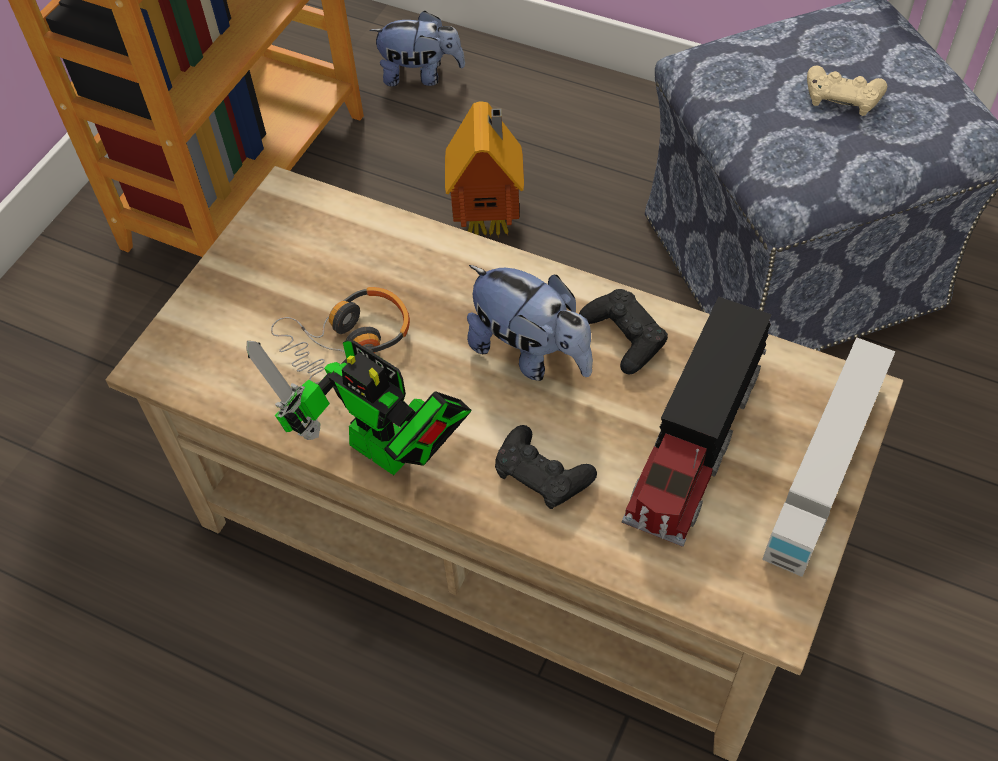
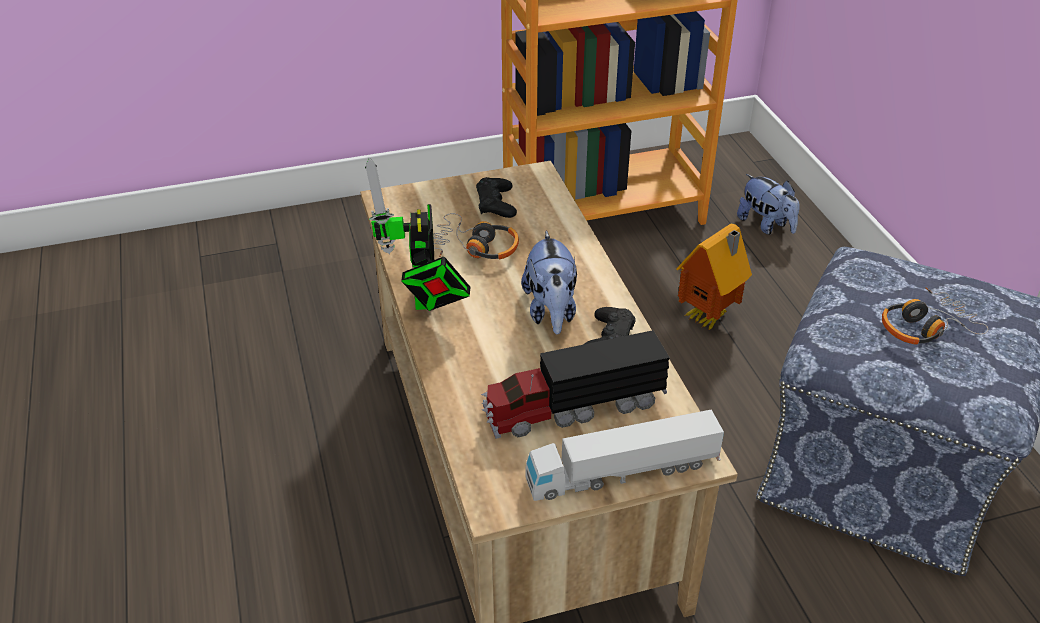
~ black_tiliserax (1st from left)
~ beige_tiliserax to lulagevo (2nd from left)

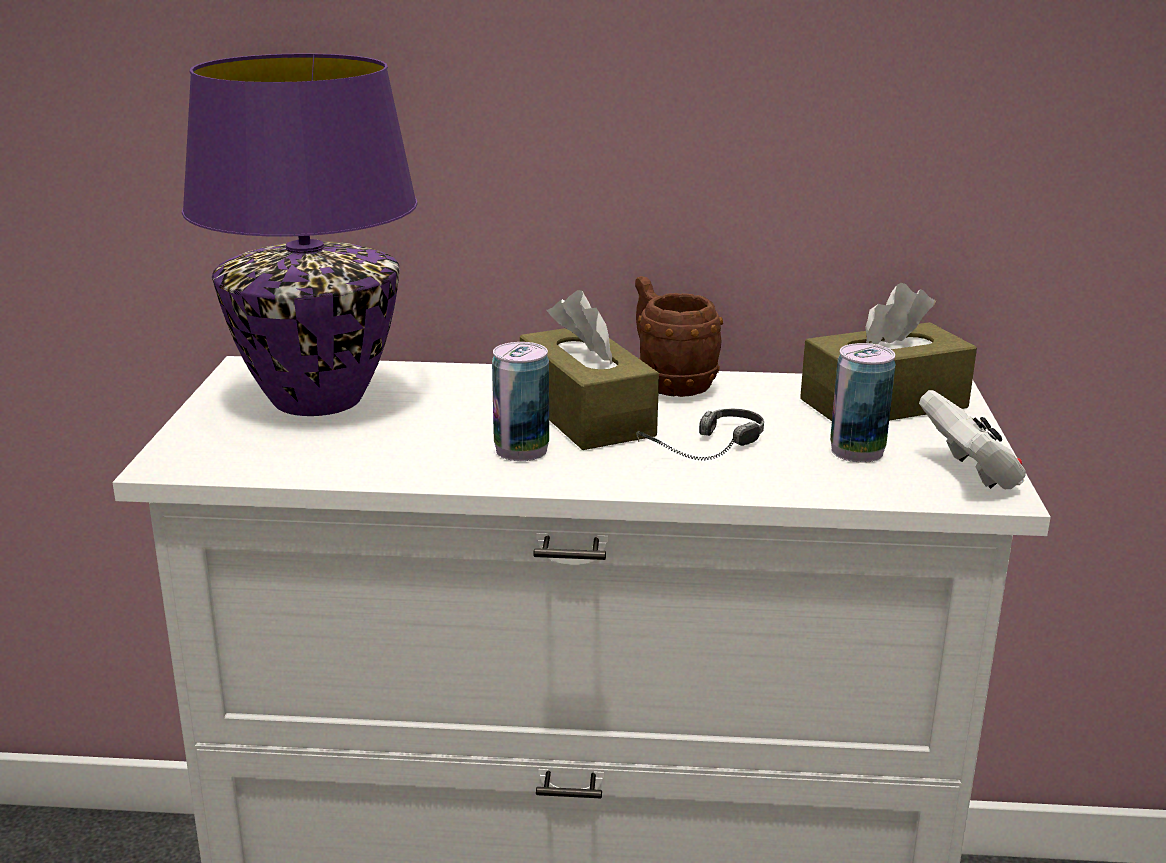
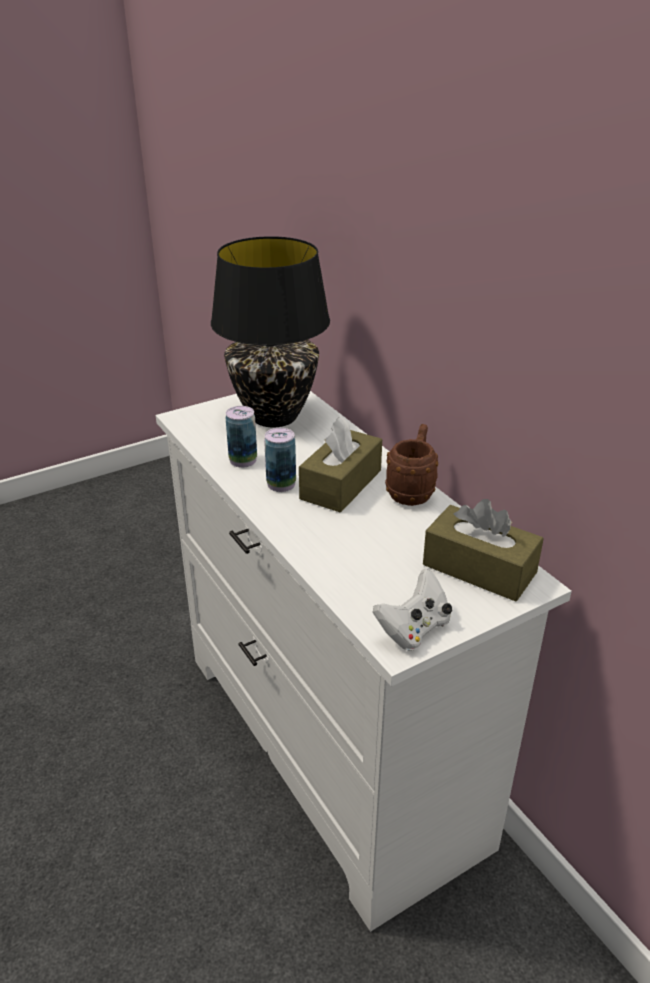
~ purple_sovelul to black_sovelul
- lulagevo
~ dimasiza (2nd from left in the first image) to dimasiza (1st from left)

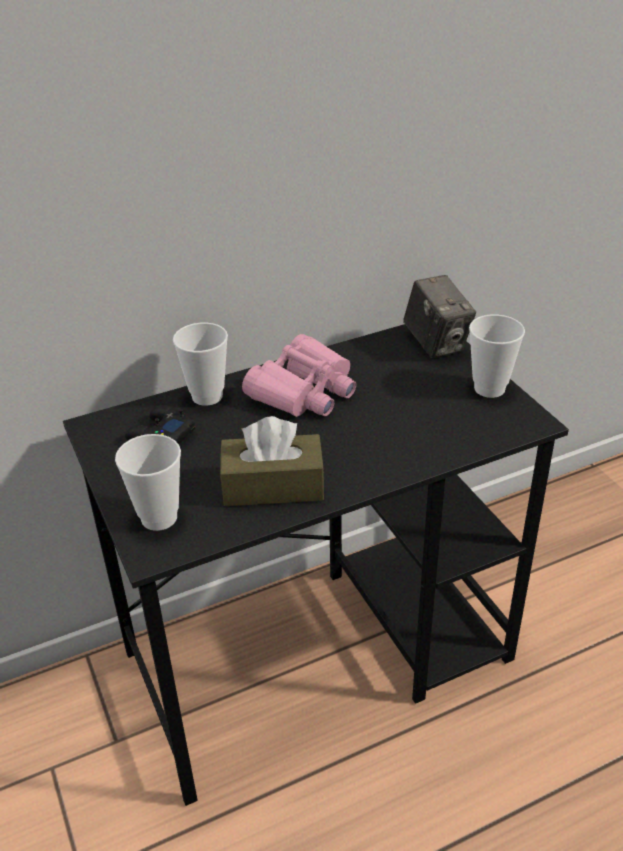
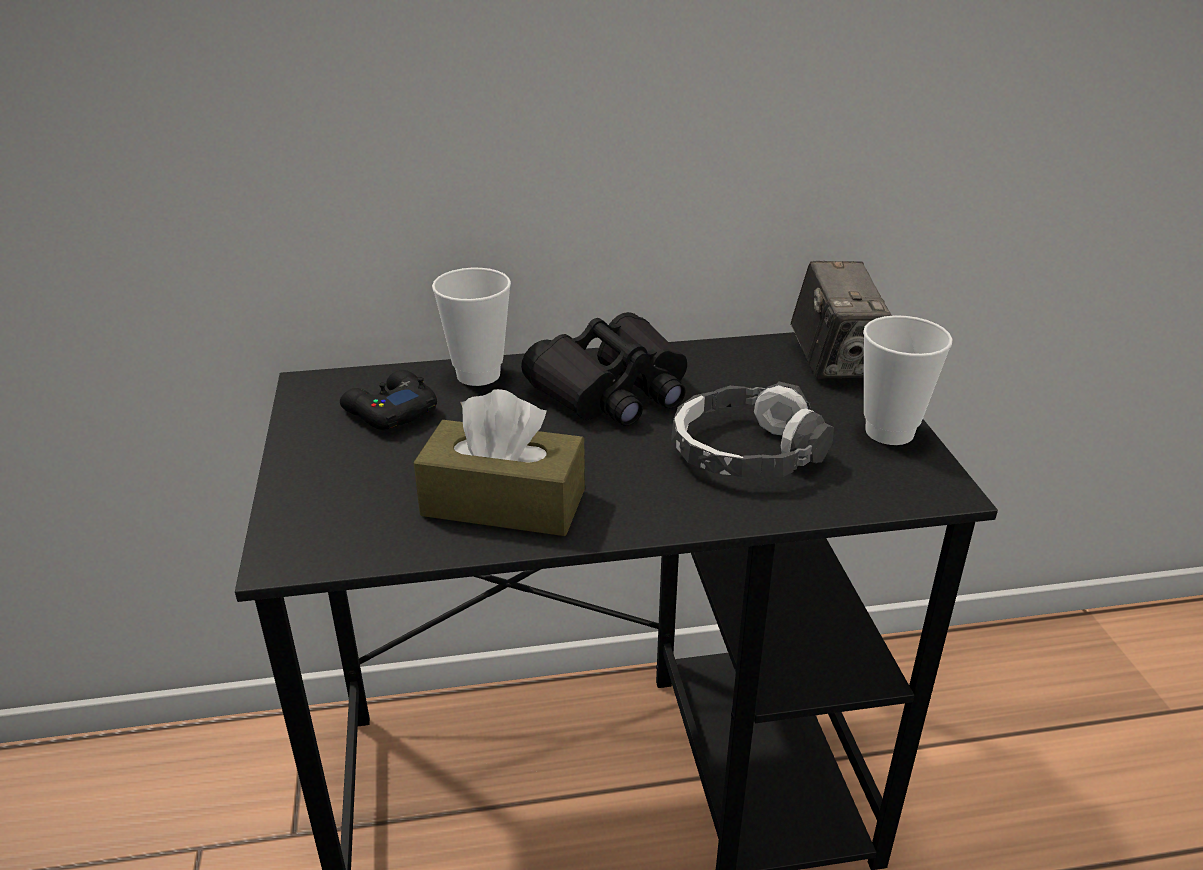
- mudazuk (1st from left)
~ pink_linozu to black_linozu
+ lulagevo

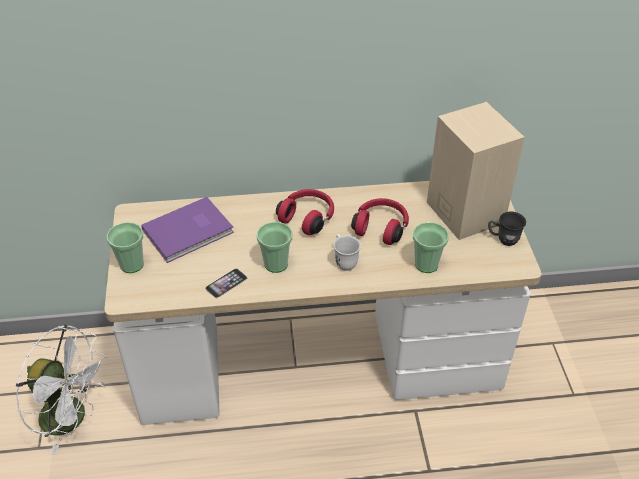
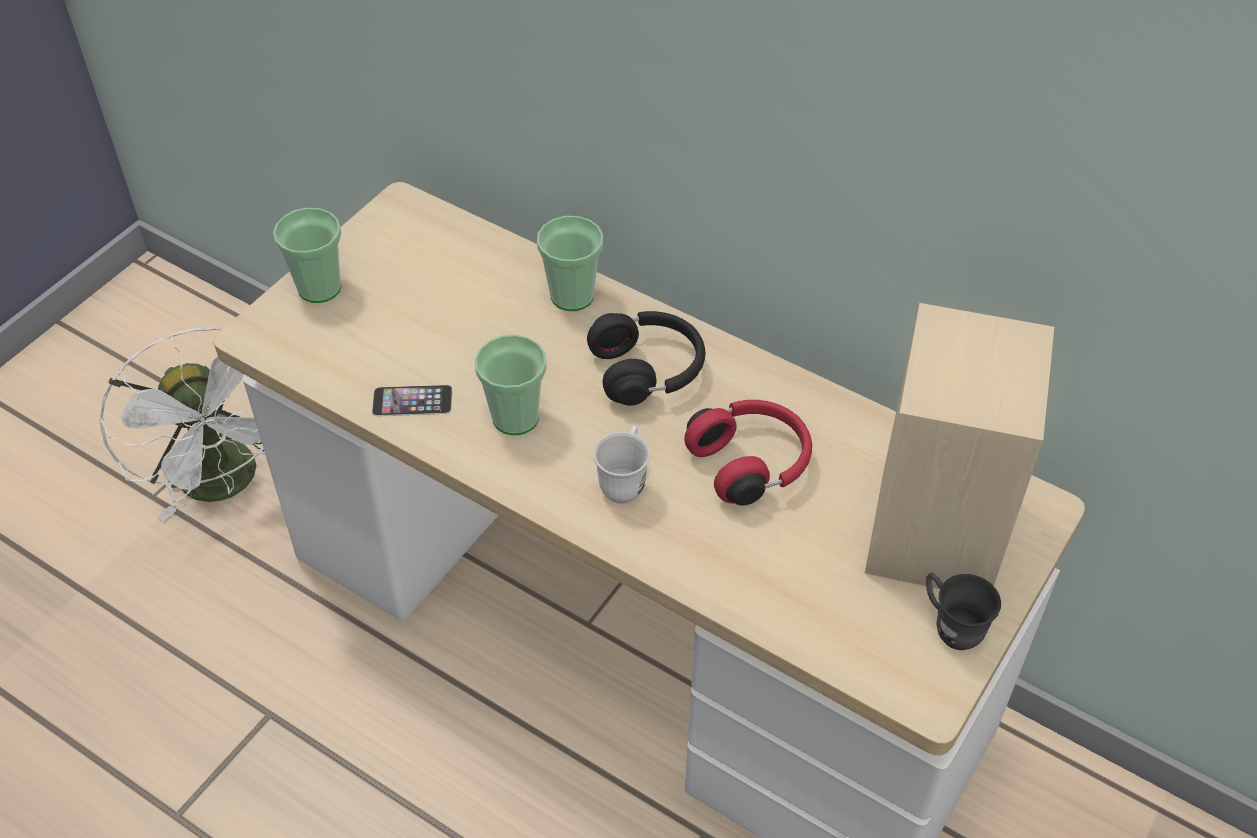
- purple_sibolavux
~ red_lulagevo (1st from left) to black_lulagevo
~ mudazuk (3rd from left)

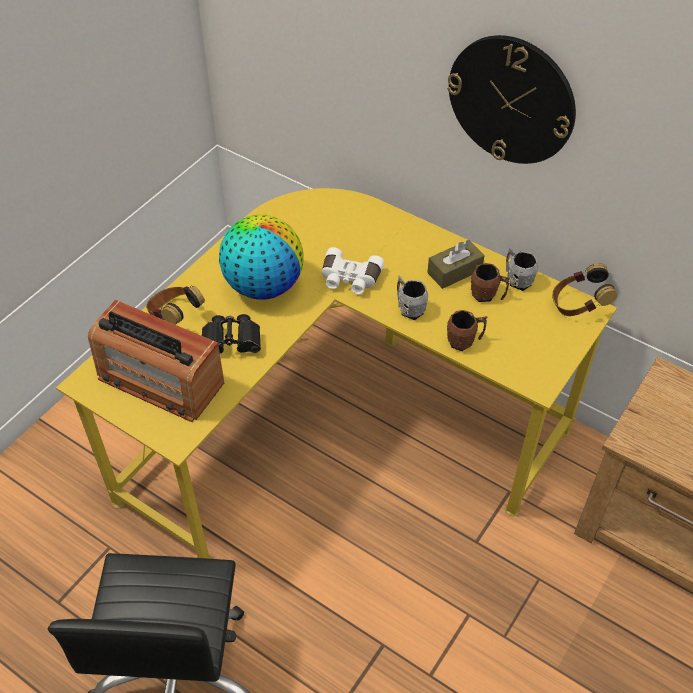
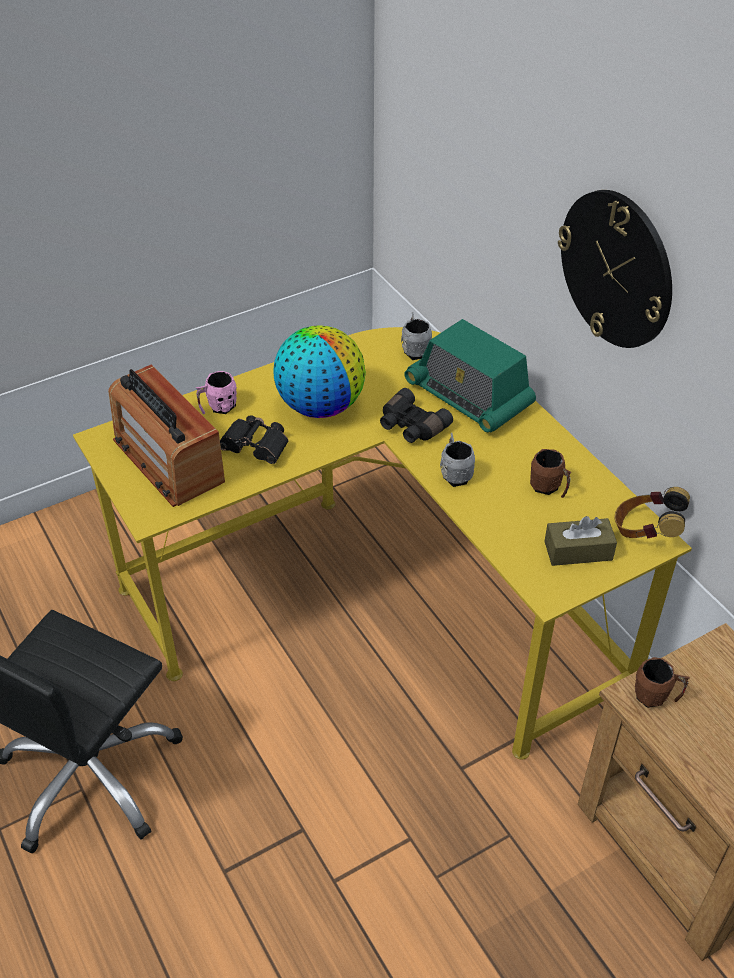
~ lulagevo (1st from left) to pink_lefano
~ white_linozu to black_linozu (2nd from left)
~ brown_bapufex
~ brown_lefano (1st from left in the first image) to brown_lefano (2nd from left)
~ grey_lefano (2nd from left in the first image) to grey_lefano (1st from left)
+ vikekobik (2nd from left)

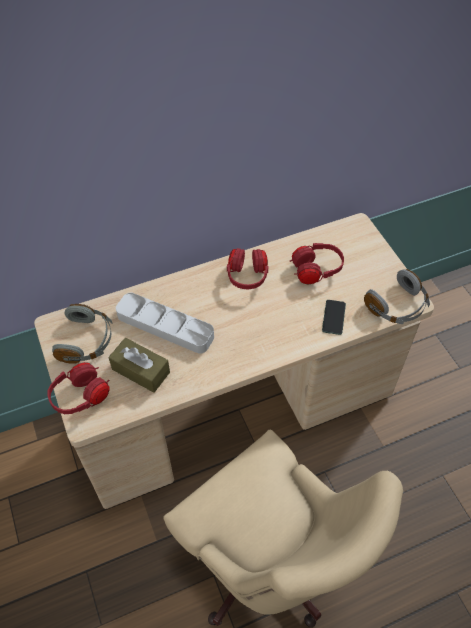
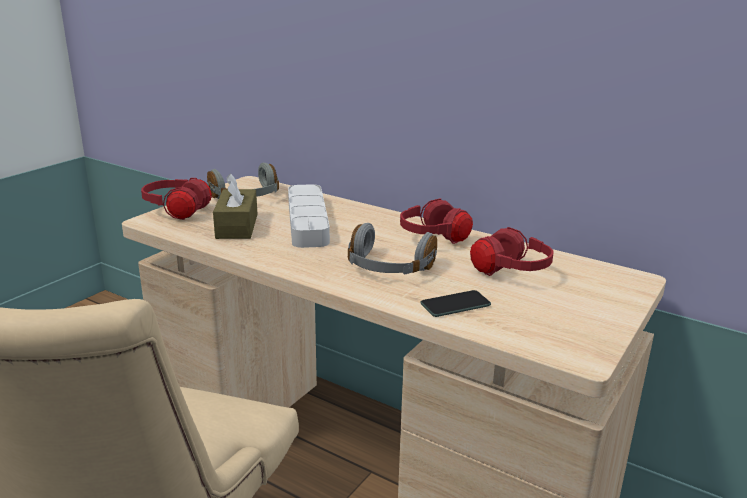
~ grey_lulagevo (2nd from left)

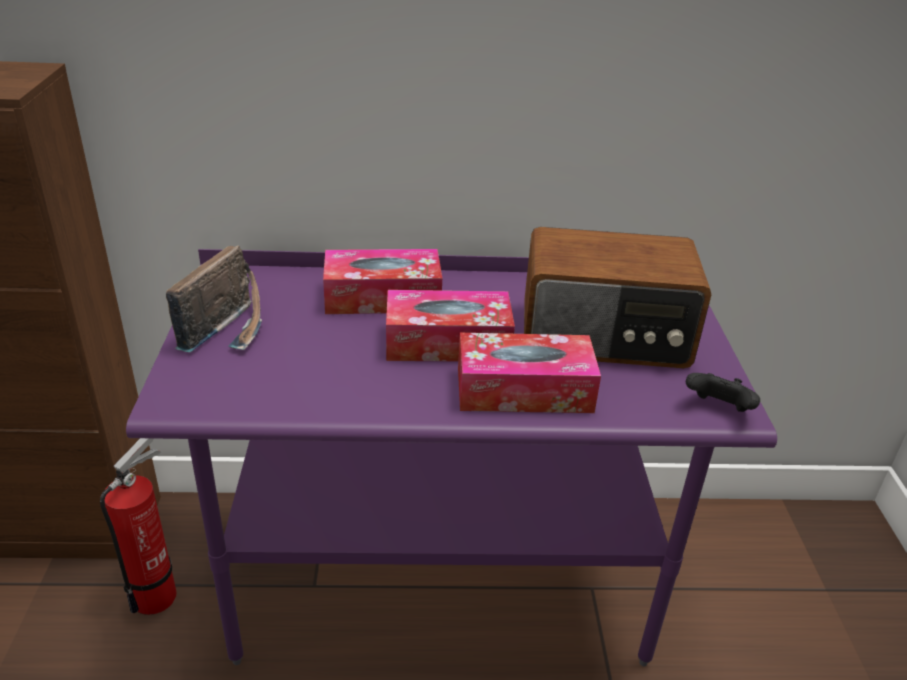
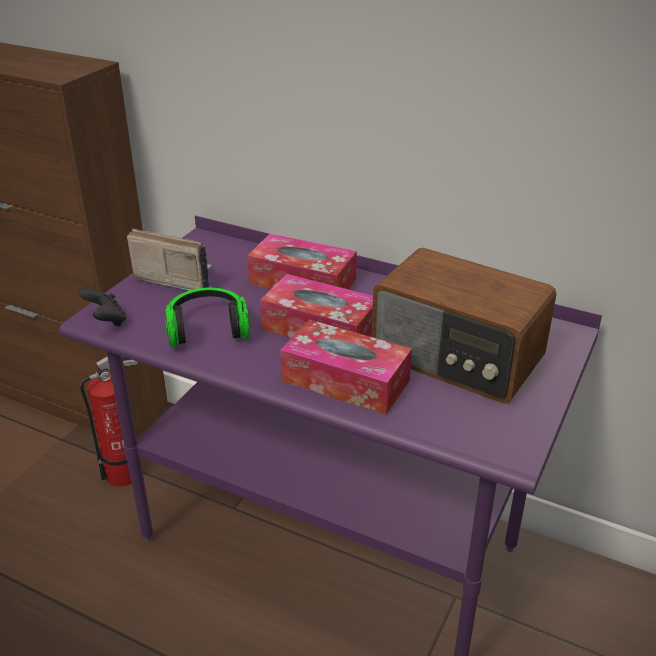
~ vikekobik (1st from left) 120 degrees counterclockwise
~ black_tiliserax
+ lulagevo

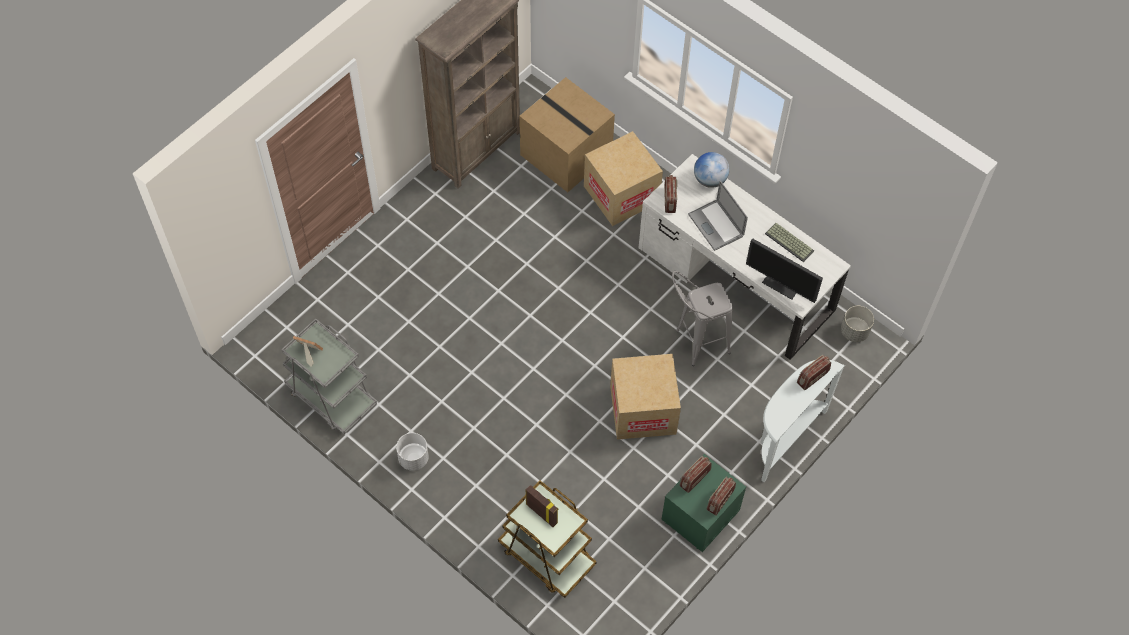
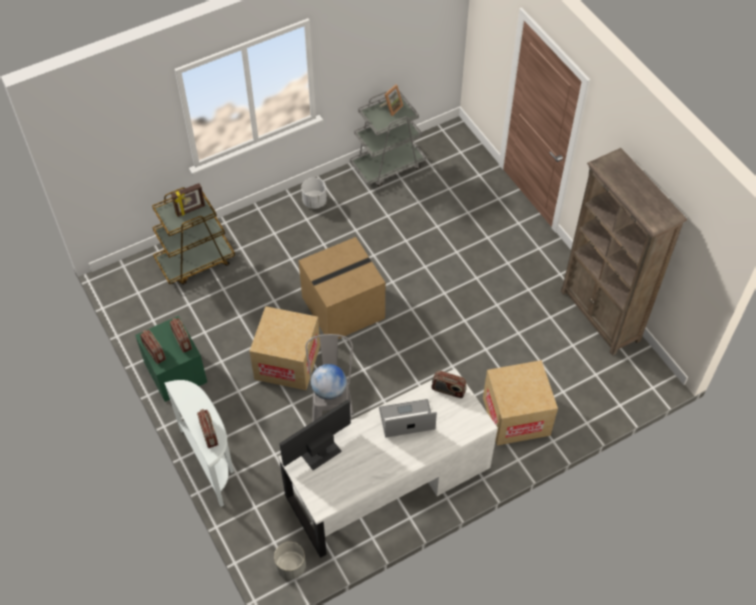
~ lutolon (1st from left in the first image) to lutolon (2nd from left)
~ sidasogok
- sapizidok

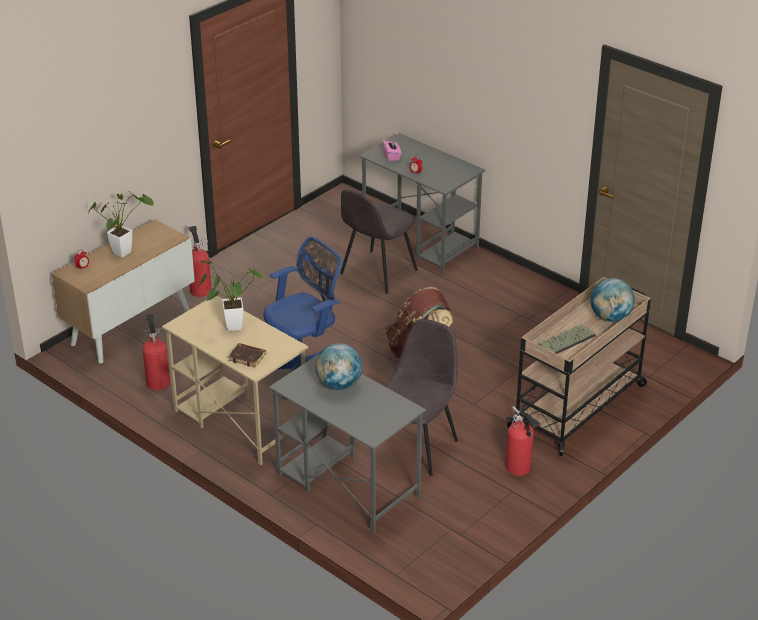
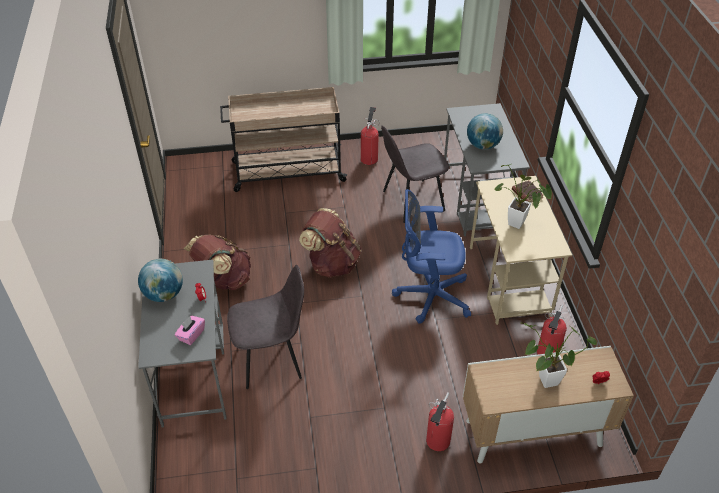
- sapizidok
~ sidasogok (2nd from left in the first image) to sidasogok (1st from left)
+ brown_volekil (1st from left)

